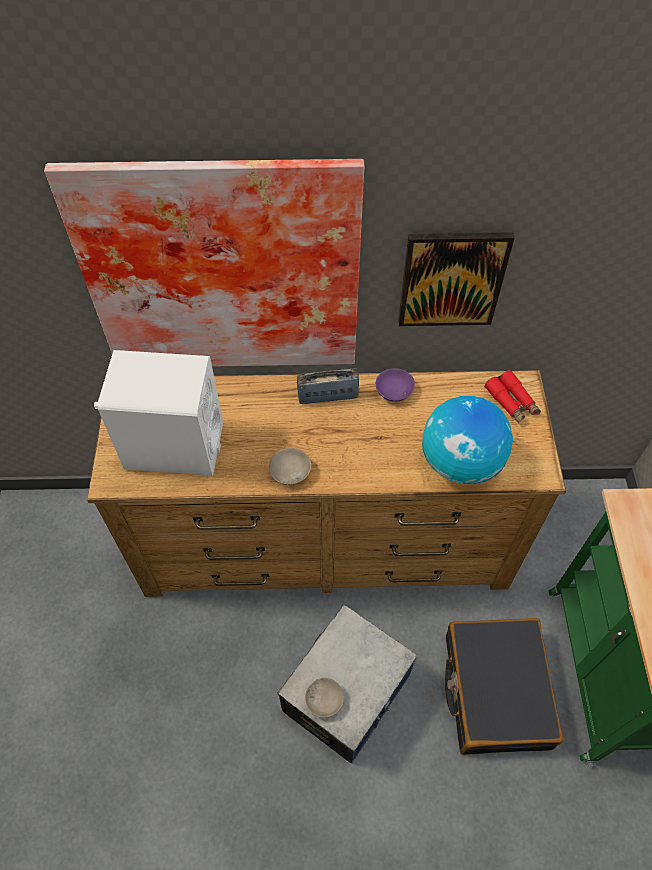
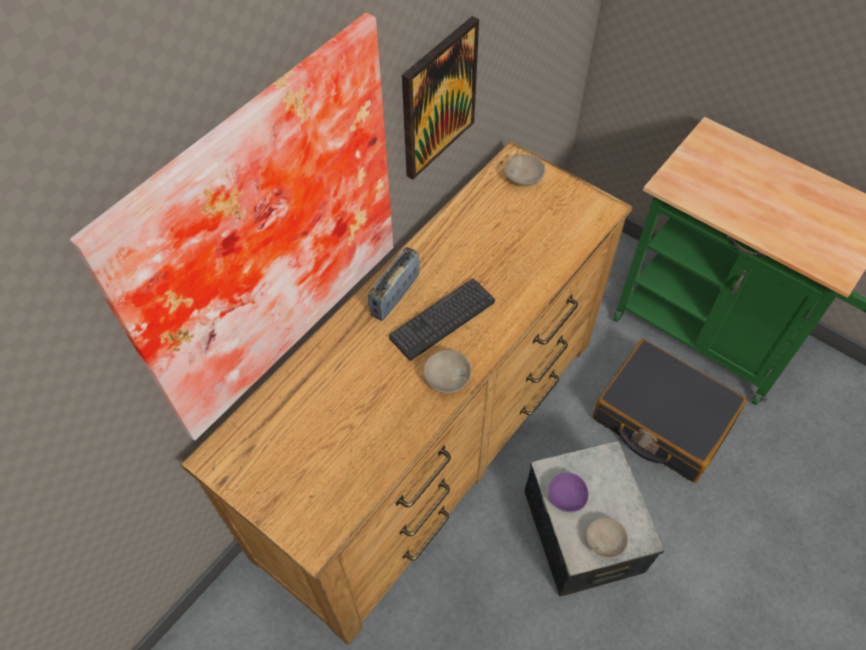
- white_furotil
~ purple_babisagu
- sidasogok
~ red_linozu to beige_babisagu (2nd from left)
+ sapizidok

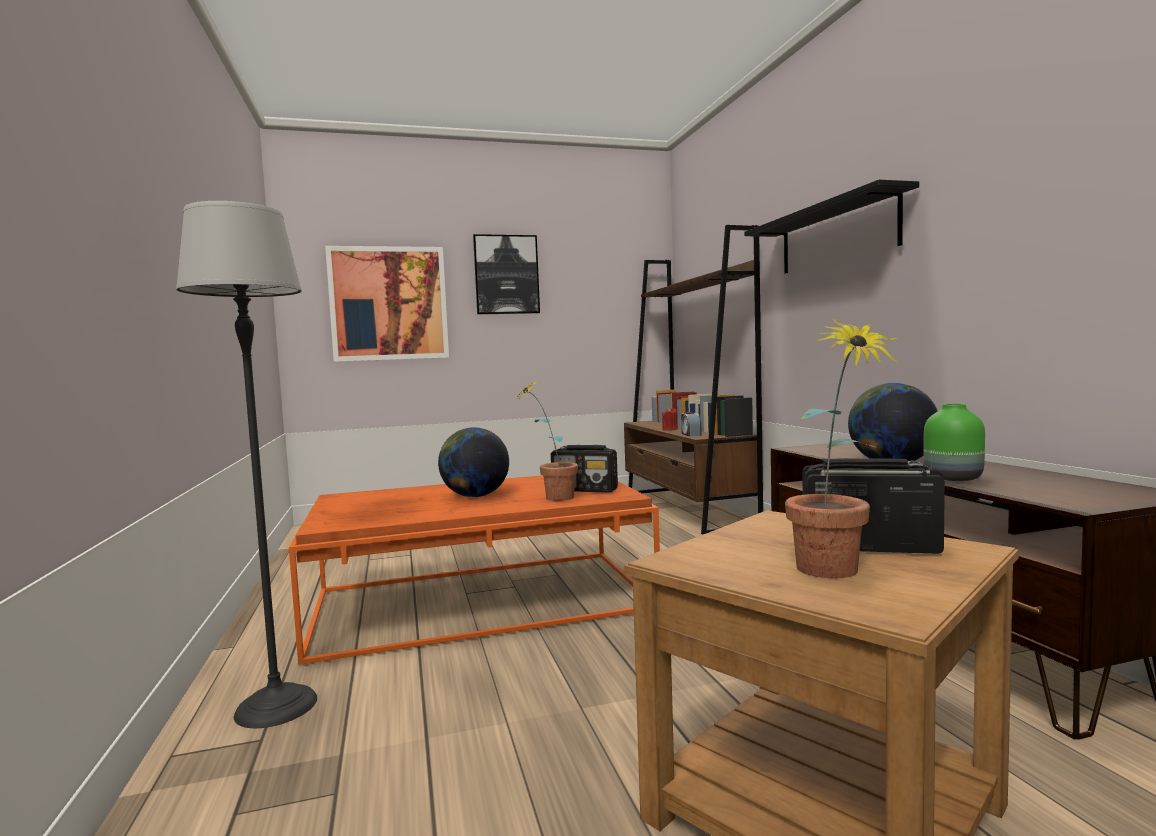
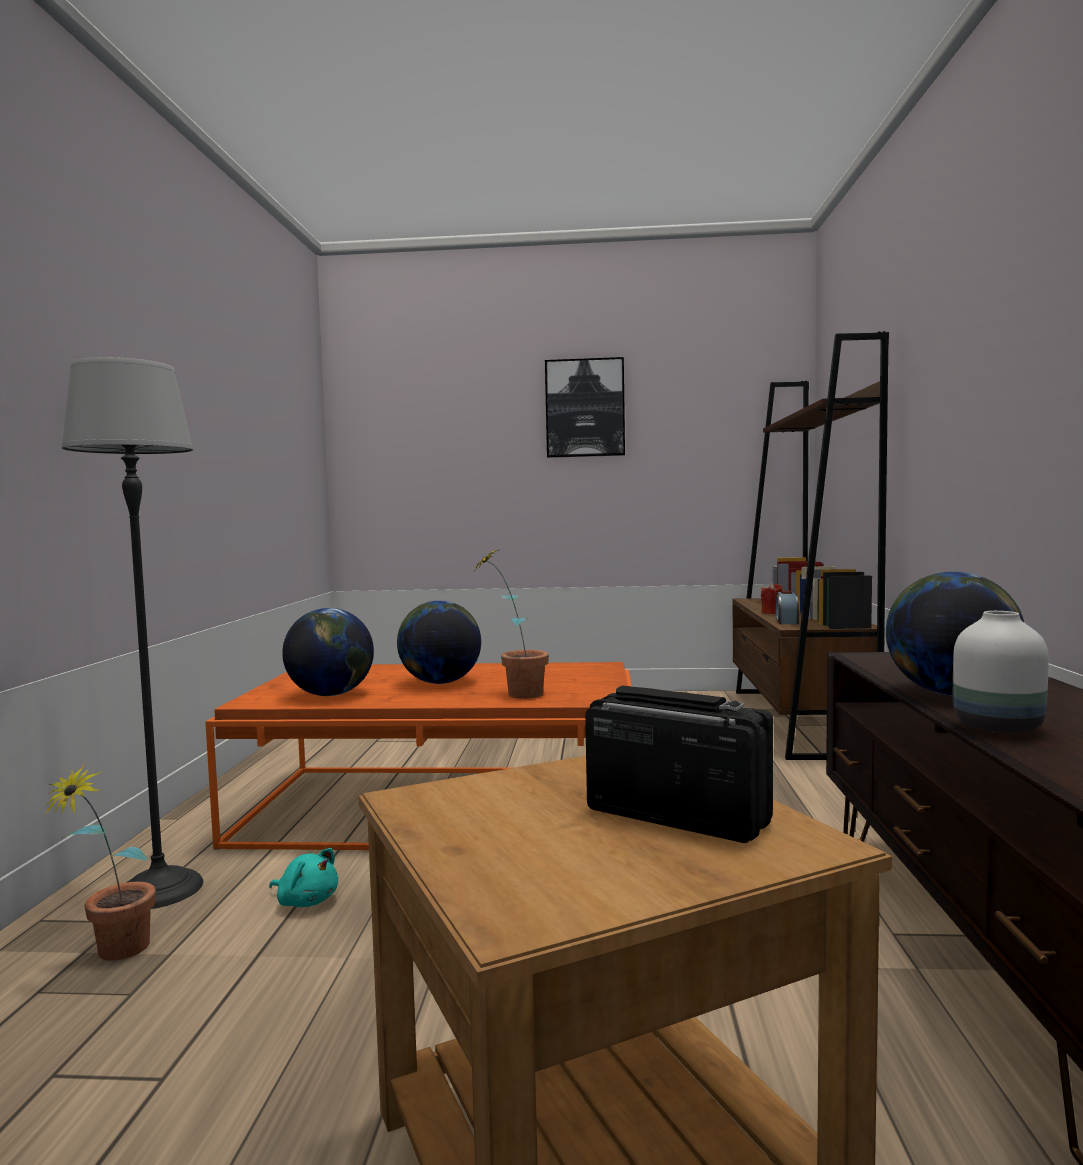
- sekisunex (1st from left)
- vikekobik (1st from left)
- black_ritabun
~ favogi (2nd from left in the first image) to favogi (1st from left)
~ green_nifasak to white_nifasak
+ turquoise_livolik
+ sidasogok (1st from left)

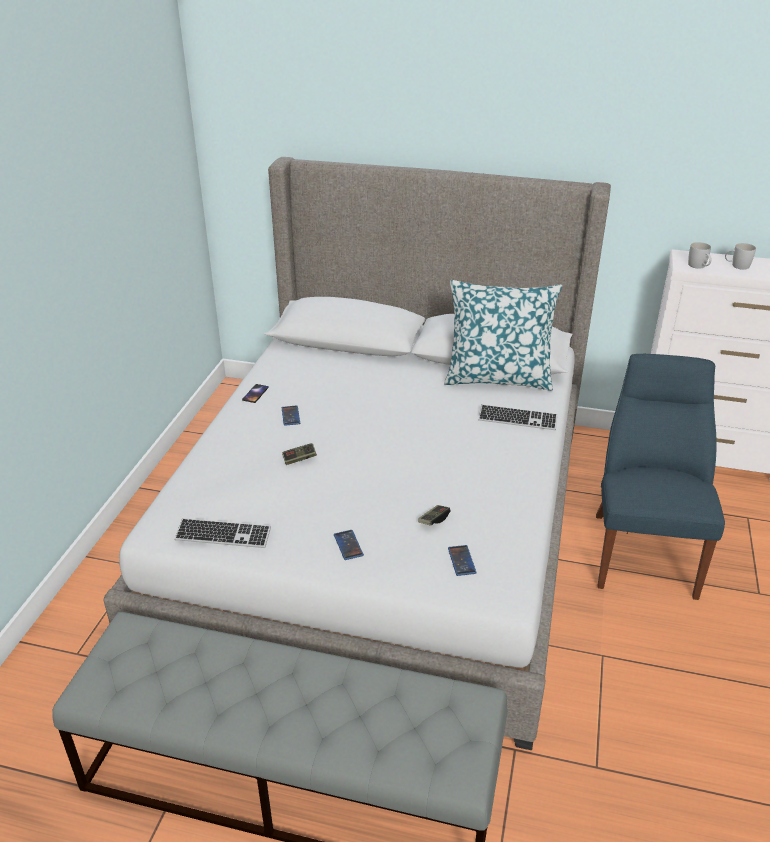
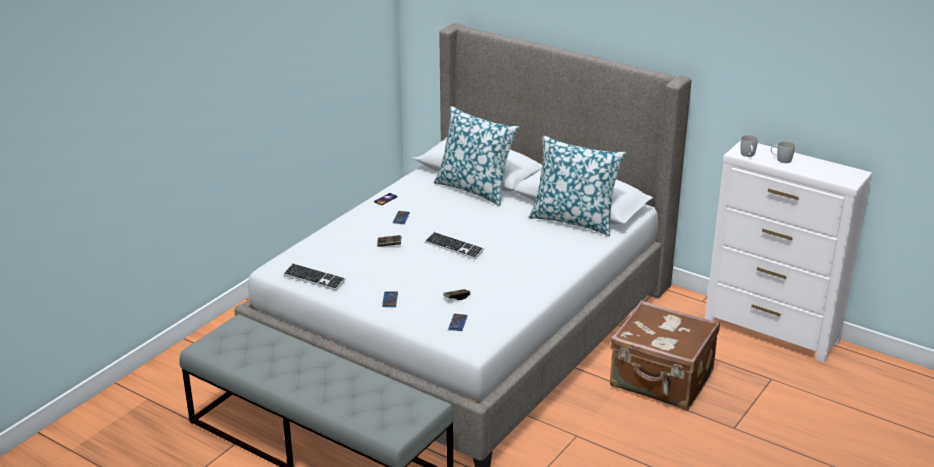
~ sapizidok (2nd from left)
~ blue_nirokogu to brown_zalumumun
+ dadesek (1st from left)

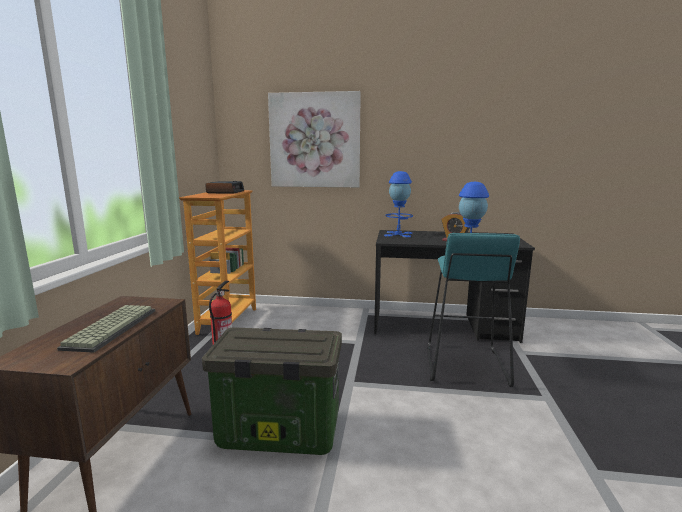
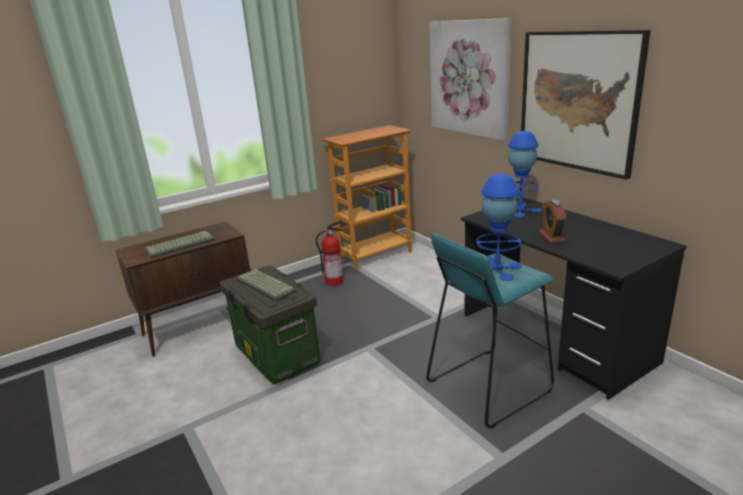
- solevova (1st from left)
+ sapizidok (2nd from left)
+ sekisunex (2nd from left)

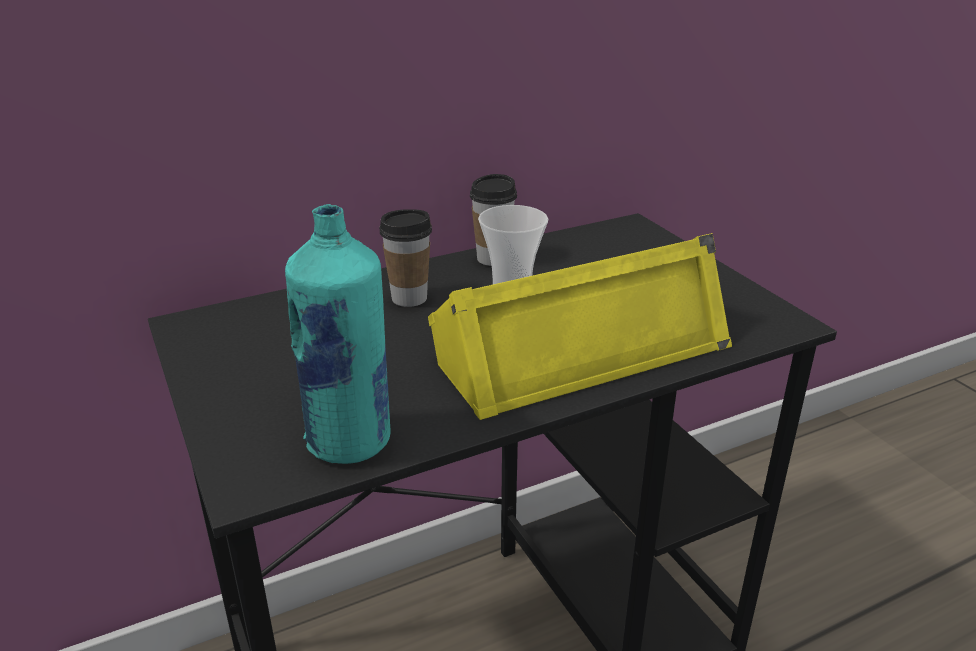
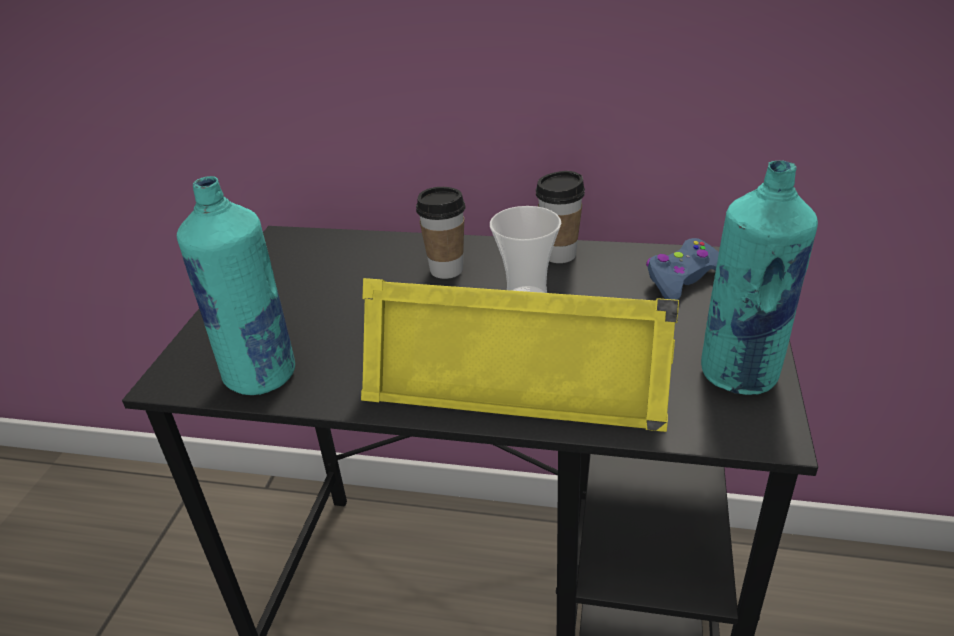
+ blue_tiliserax
+ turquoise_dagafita (2nd from left)

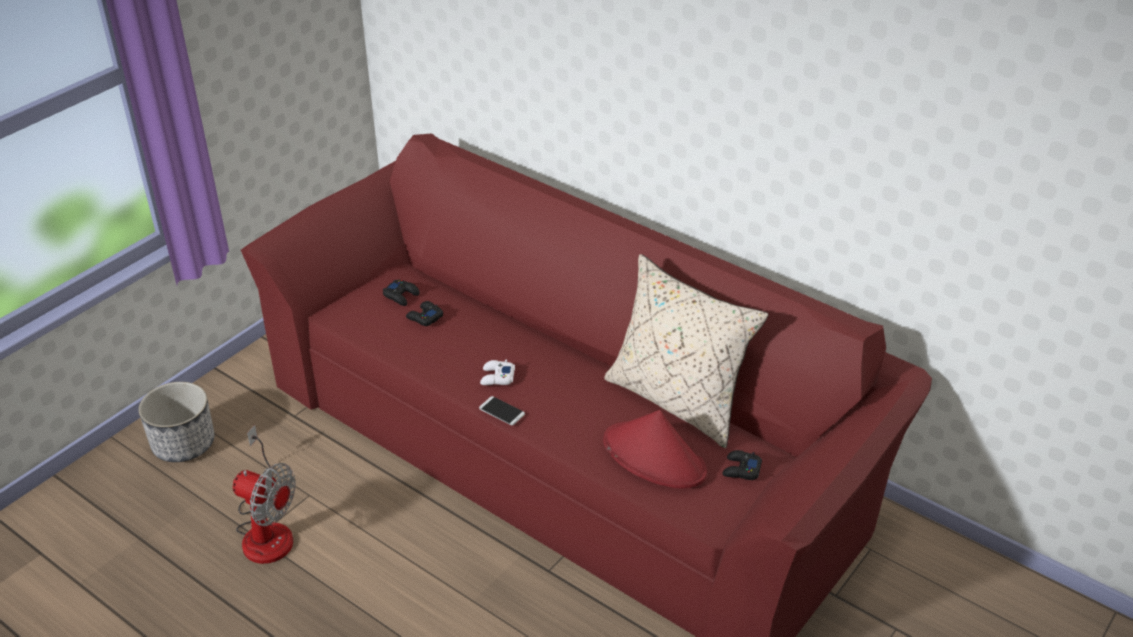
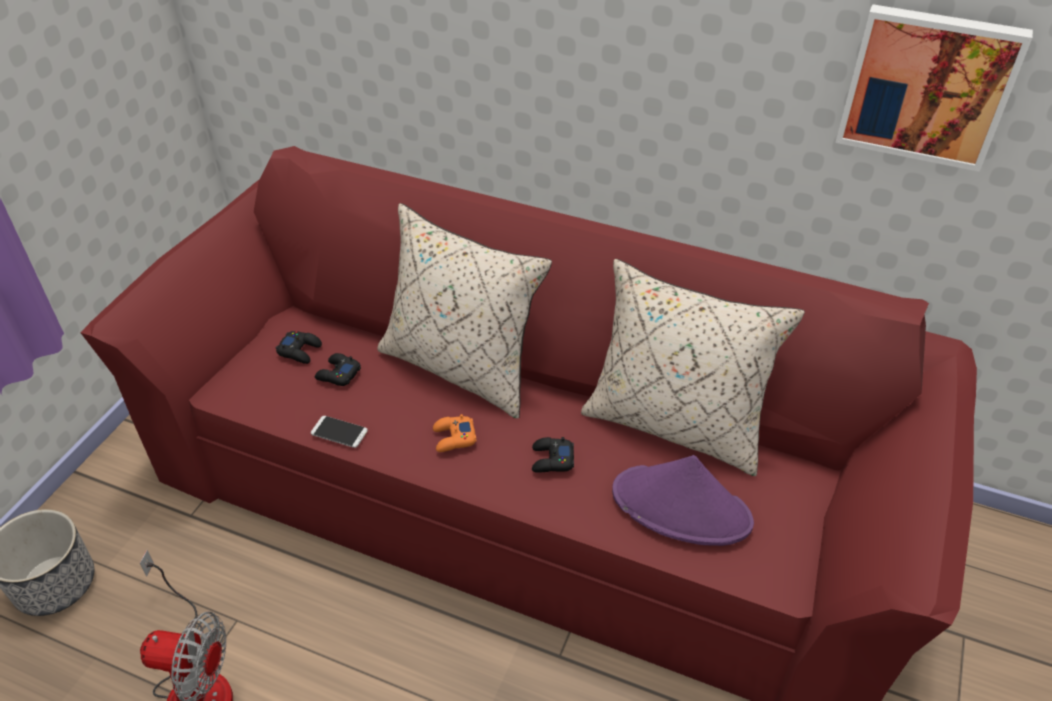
~ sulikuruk
~ white_tiliserax to orange_tiliserax
~ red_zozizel to purple_zozizel
~ black_tiliserax (3rd from left)
+ beige_dadesek (1st from left)
+ sekisunex

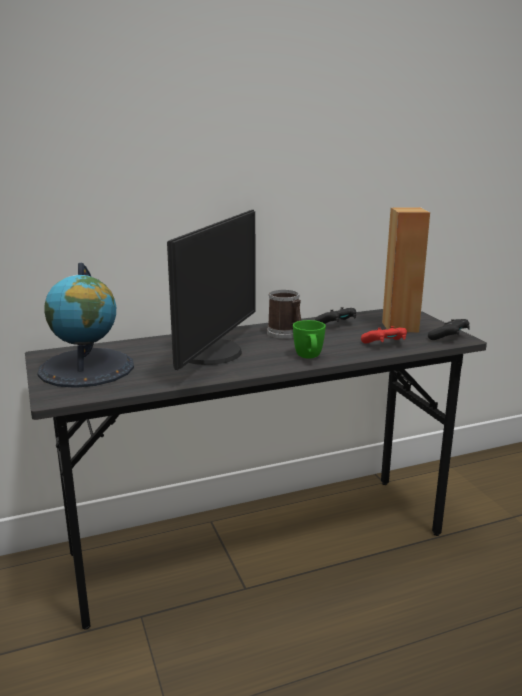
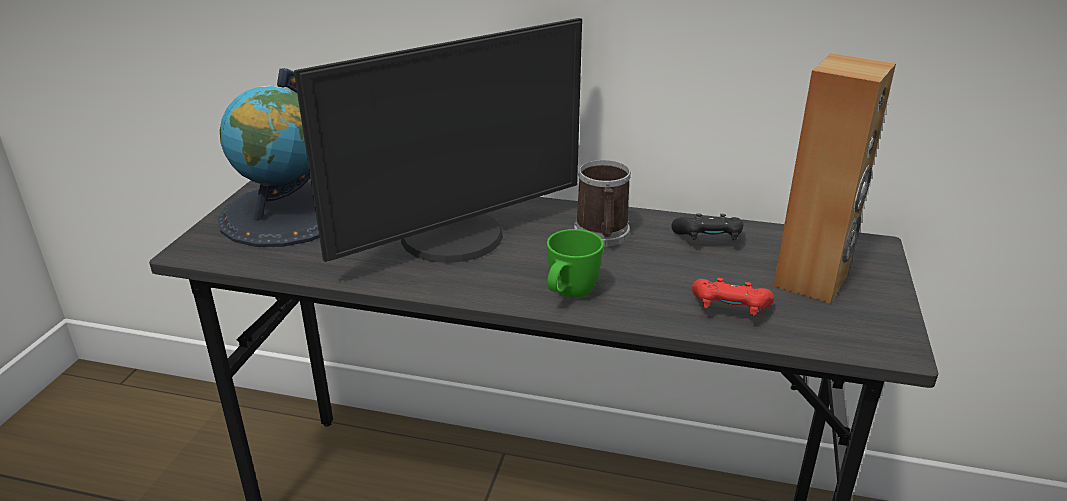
- black_tiliserax (2nd from left)

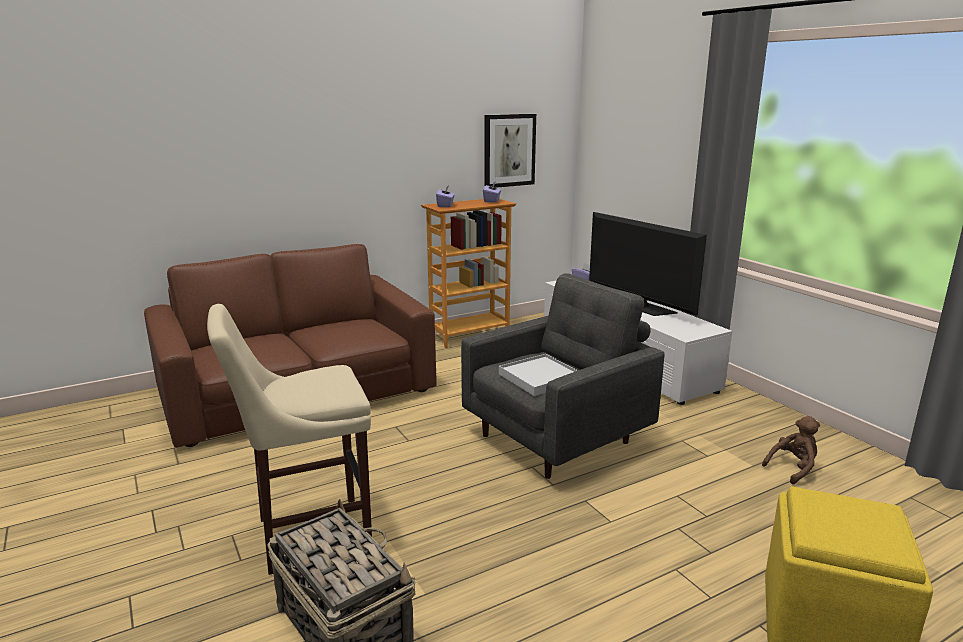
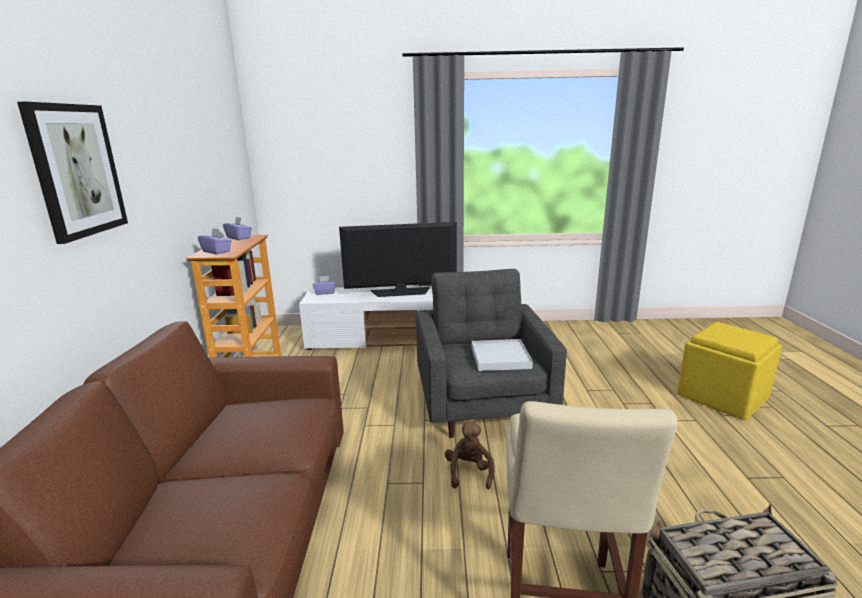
~ sekisunex
~ brown_livolik

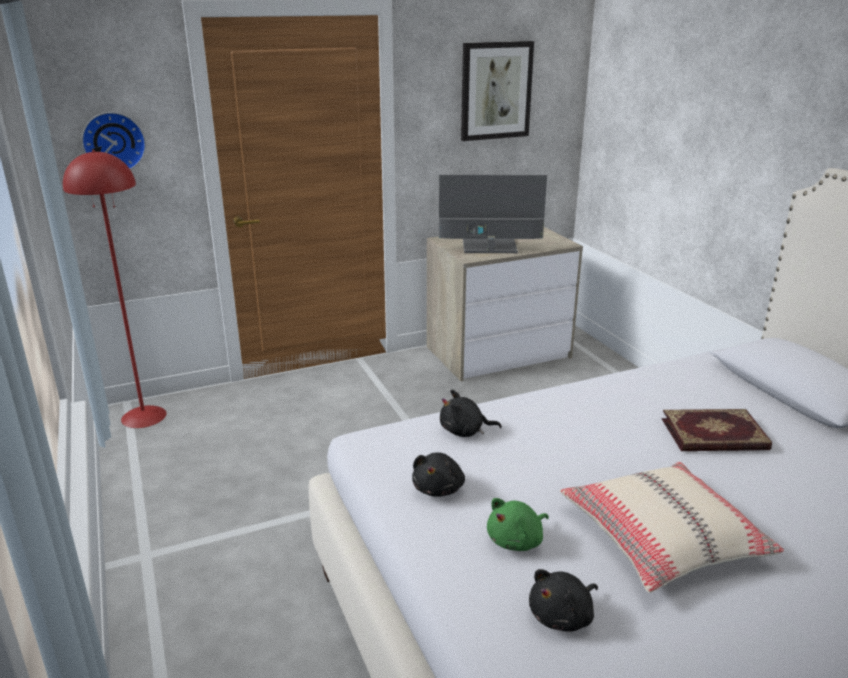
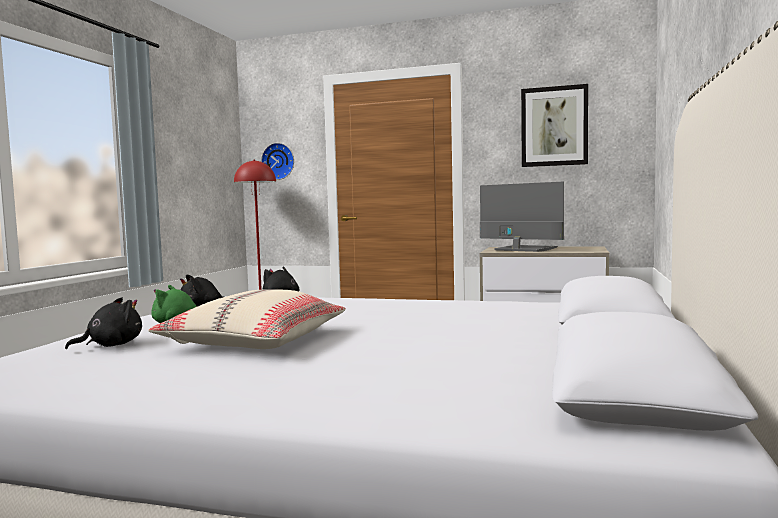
~ black_livolik (3rd from left in the first image) 135 degrees clockwise
- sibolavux

